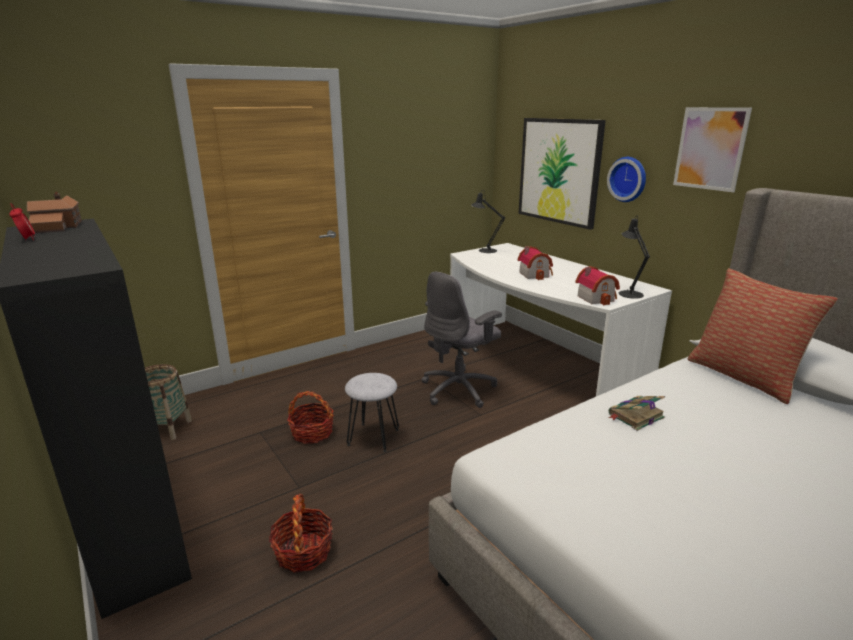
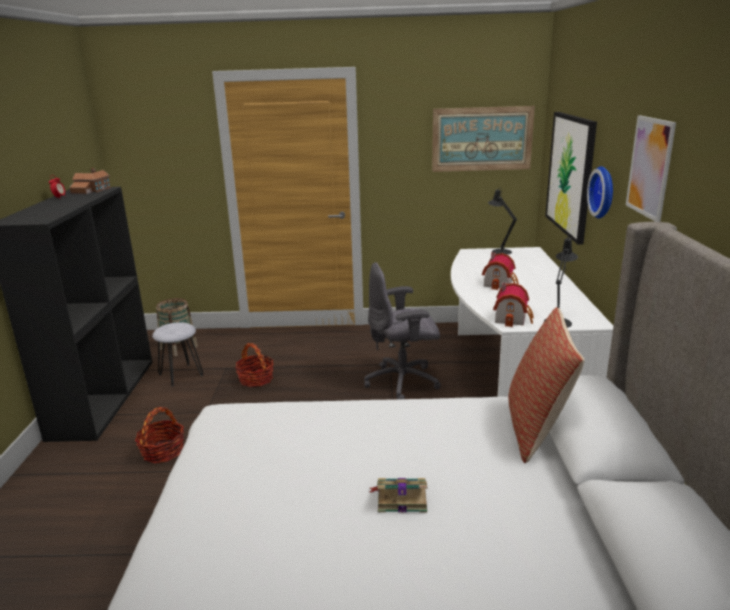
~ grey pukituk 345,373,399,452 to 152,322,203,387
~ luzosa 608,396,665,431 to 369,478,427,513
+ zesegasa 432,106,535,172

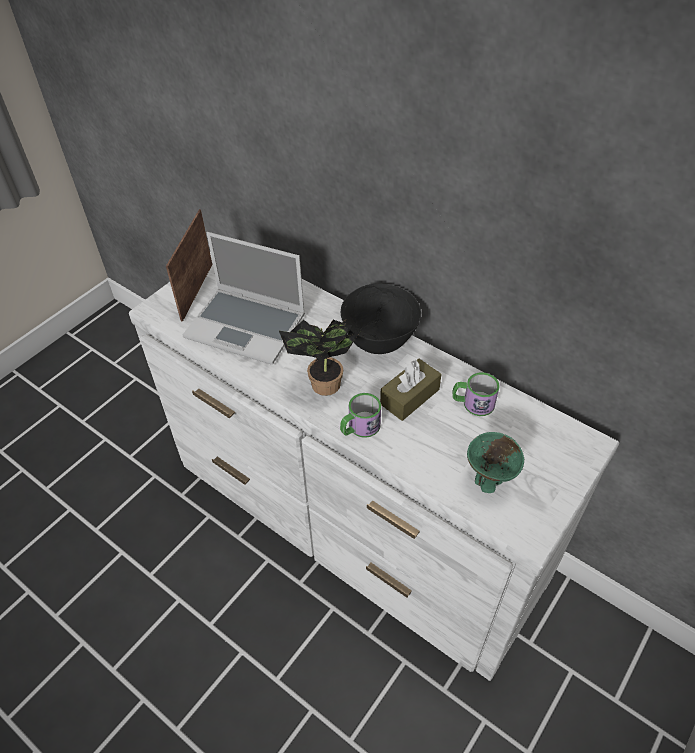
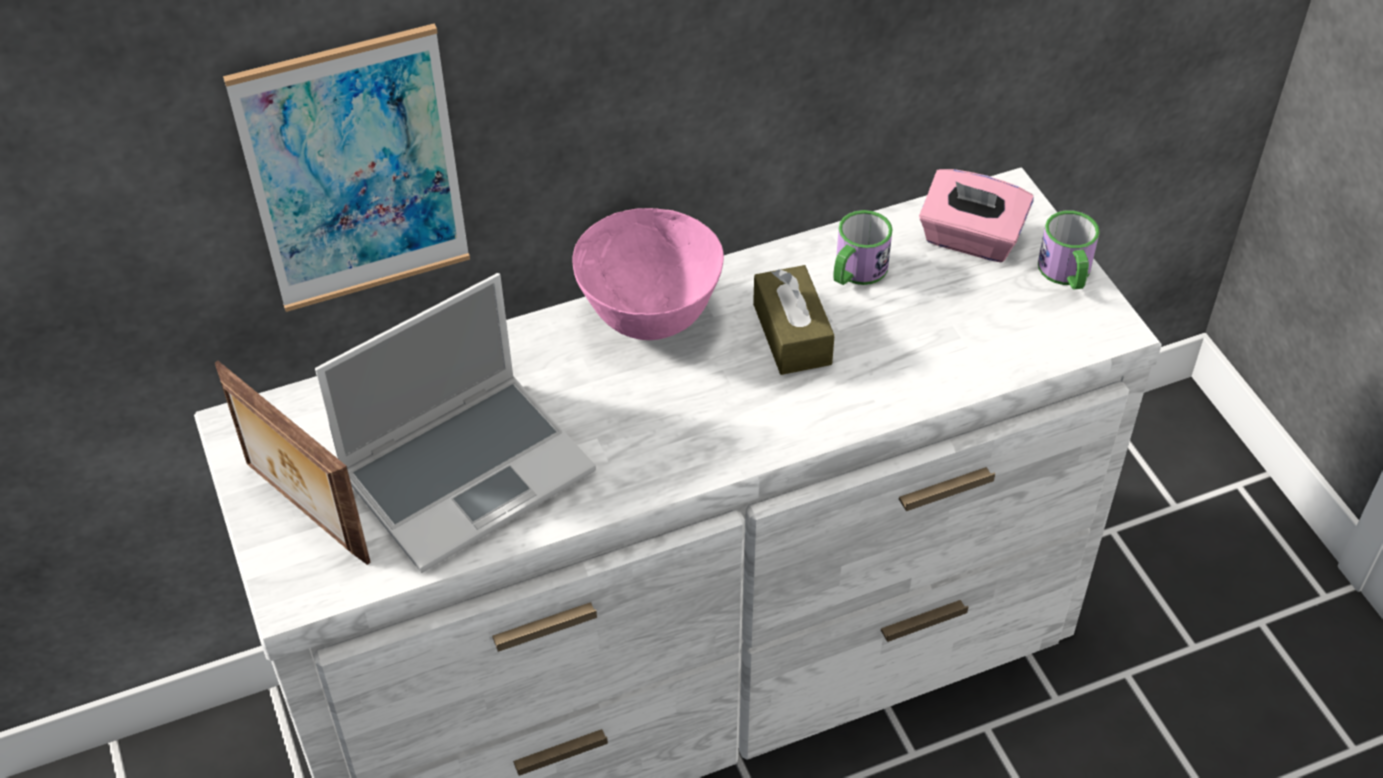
- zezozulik 279,319,360,396
~ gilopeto 340,393,381,438 to 1038,210,1100,289
~ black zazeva 341,284,421,354 to pink zazeva 572,208,724,340
- green zazeva 467,432,524,493
+ zesegasa 223,23,470,312
+ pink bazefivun 919,169,1034,262

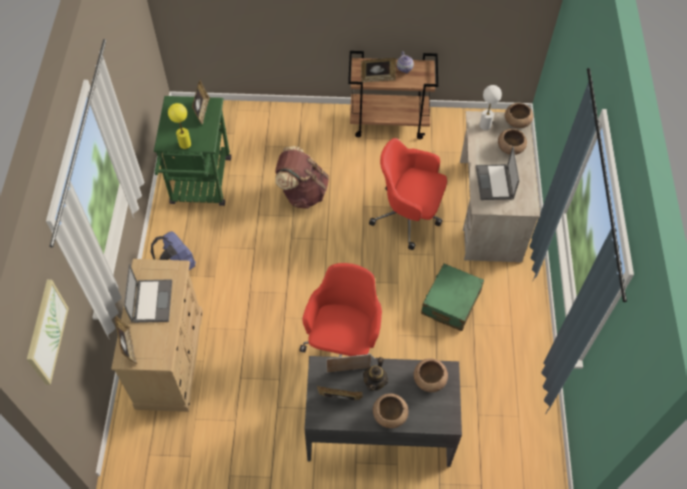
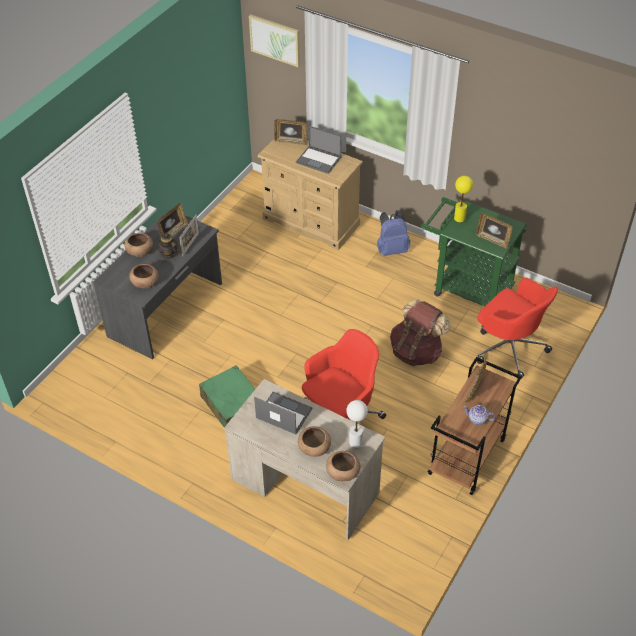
~ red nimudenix 300,263,382,358 to 477,278,558,379

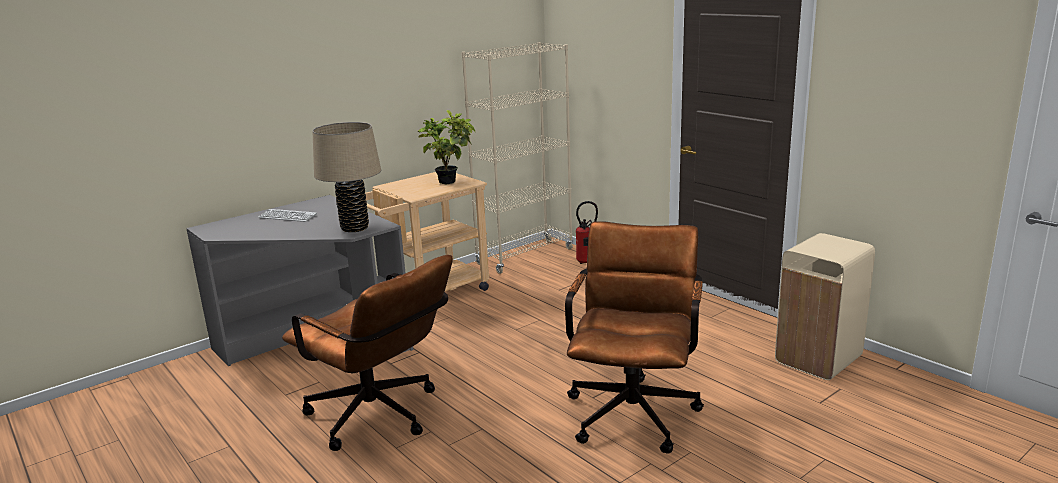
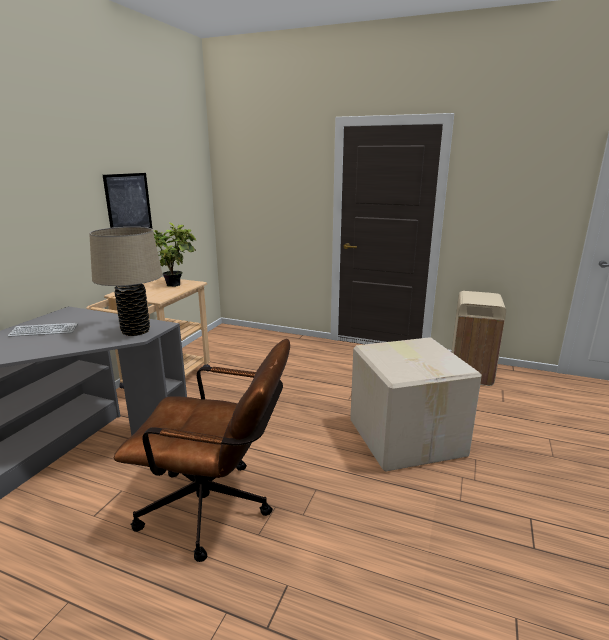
- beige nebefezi 461,42,573,274
~ brown nimudenix 565,221,704,454 to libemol 350,337,482,472
- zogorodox 576,201,598,264
+ zesegasa 103,173,152,229

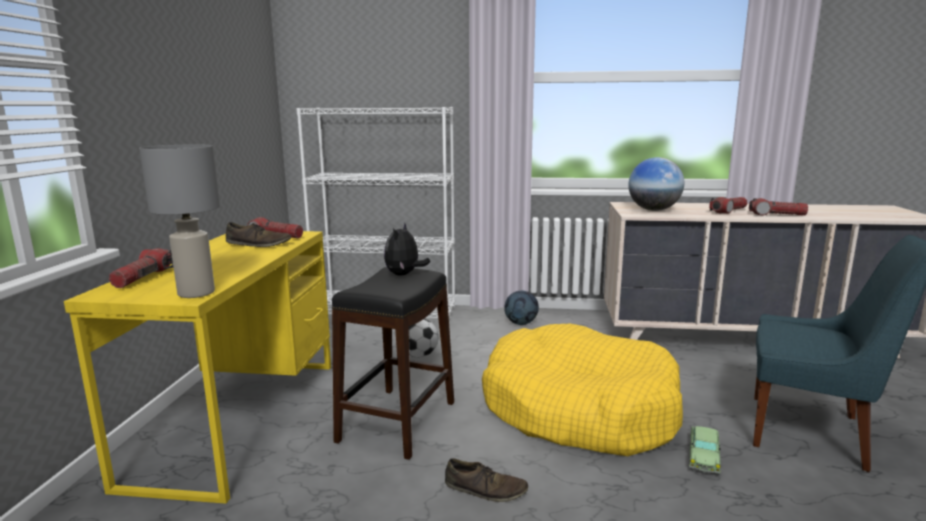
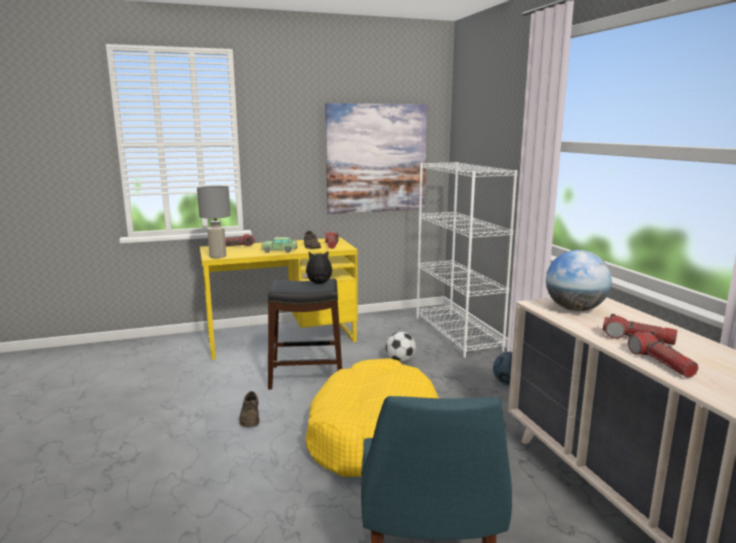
~ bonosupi 689,426,721,474 to 261,237,298,253
+ zesegasa 325,103,427,214

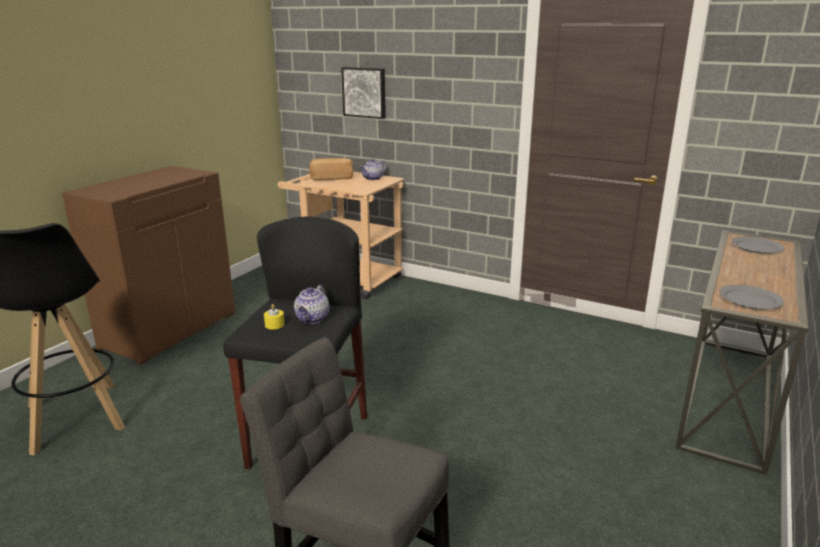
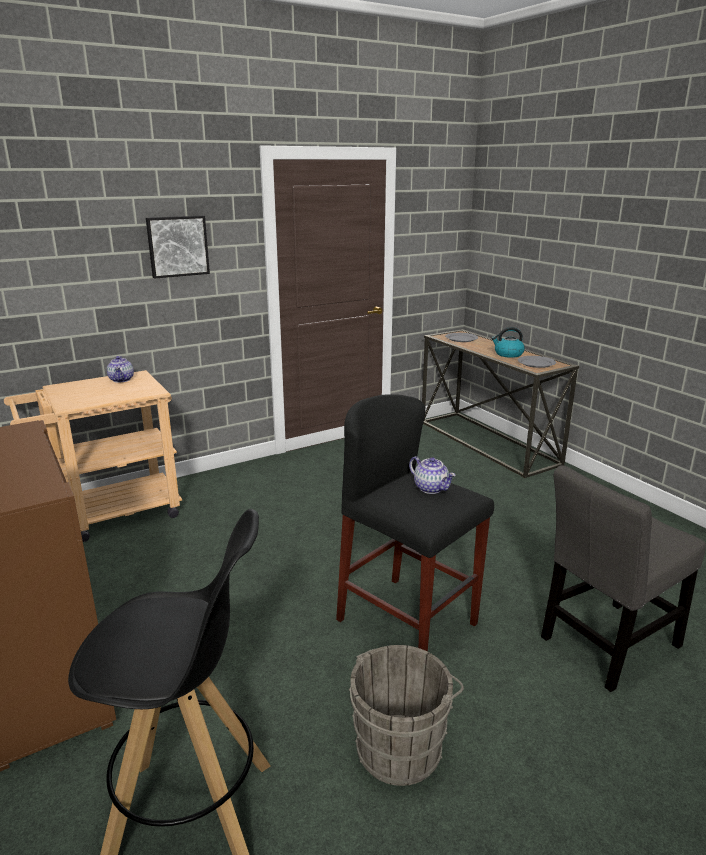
- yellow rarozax 264,304,285,330
- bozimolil 309,158,353,180
~ zesegasa 341,67,386,119 to 146,216,210,279
+ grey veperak 349,645,464,786
+ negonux 491,327,525,358

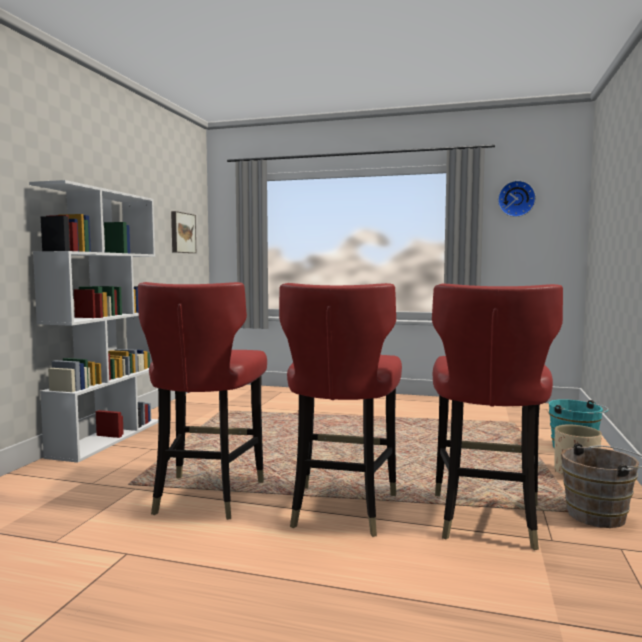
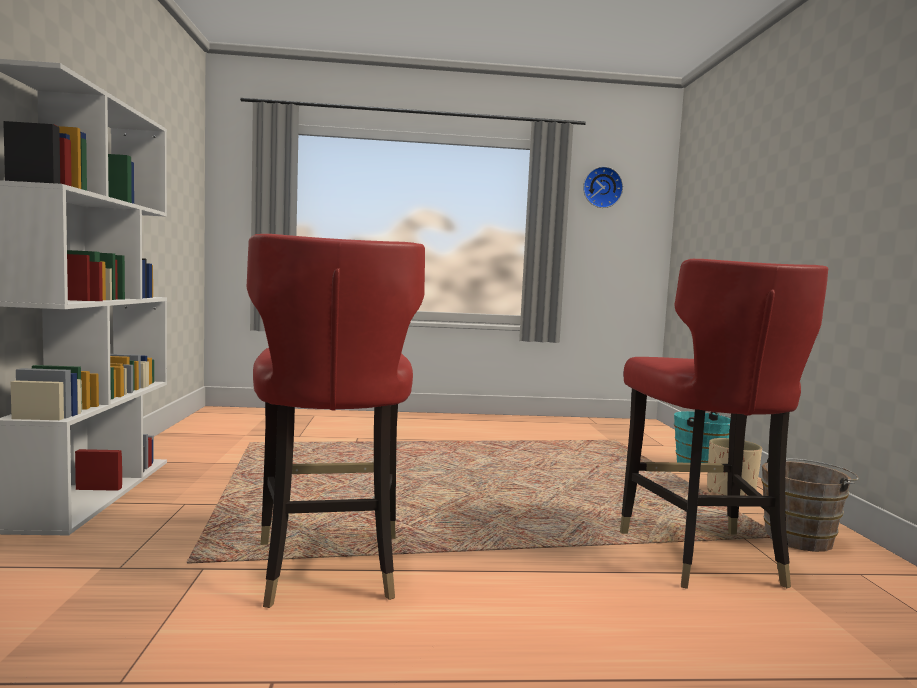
- zesegasa 171,211,196,253
- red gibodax 279,283,402,537

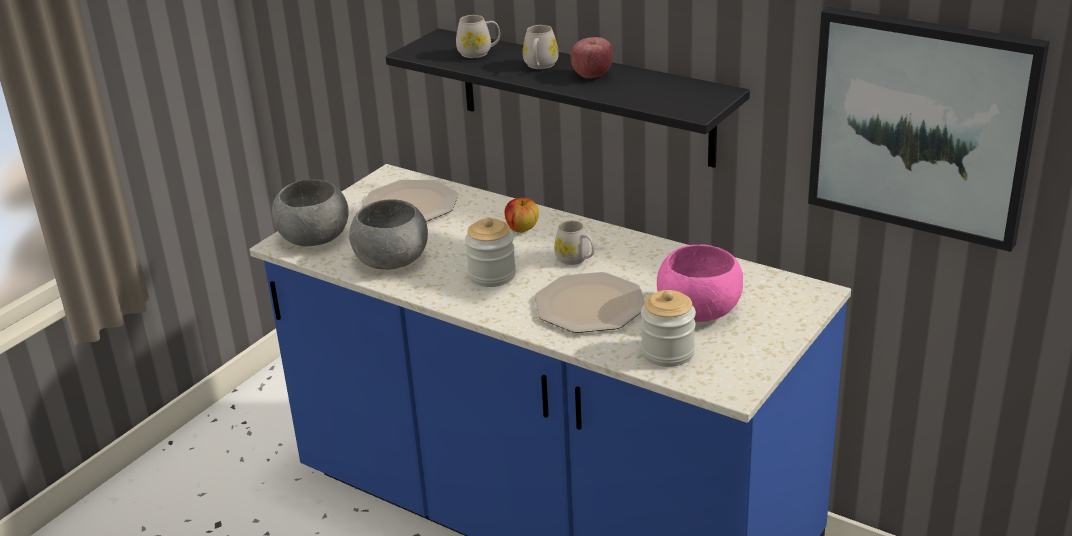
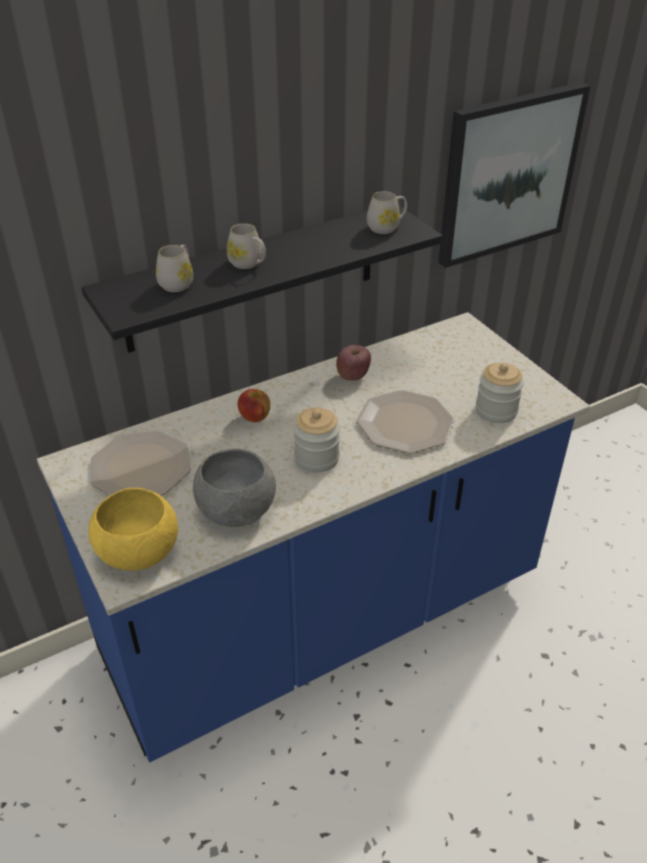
~ grey zazeva 272,179,348,246 to yellow zazeva 89,488,178,571
~ white gilopeto 554,221,595,265 to 367,191,407,234
~ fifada 571,37,613,78 to 336,345,371,380
- pink zazeva 657,245,743,322

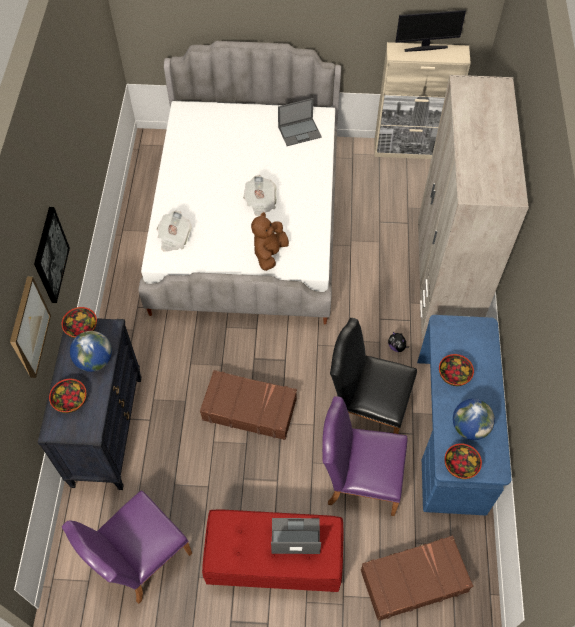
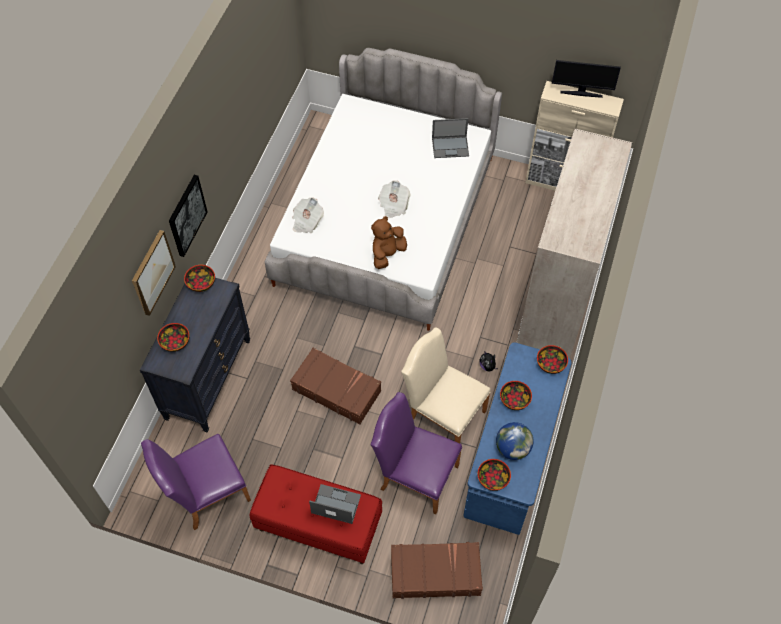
- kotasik 70,331,112,372
~ black gibodax 330,318,417,434 to beige gibodax 401,327,491,443
+ zazeva 537,345,568,374

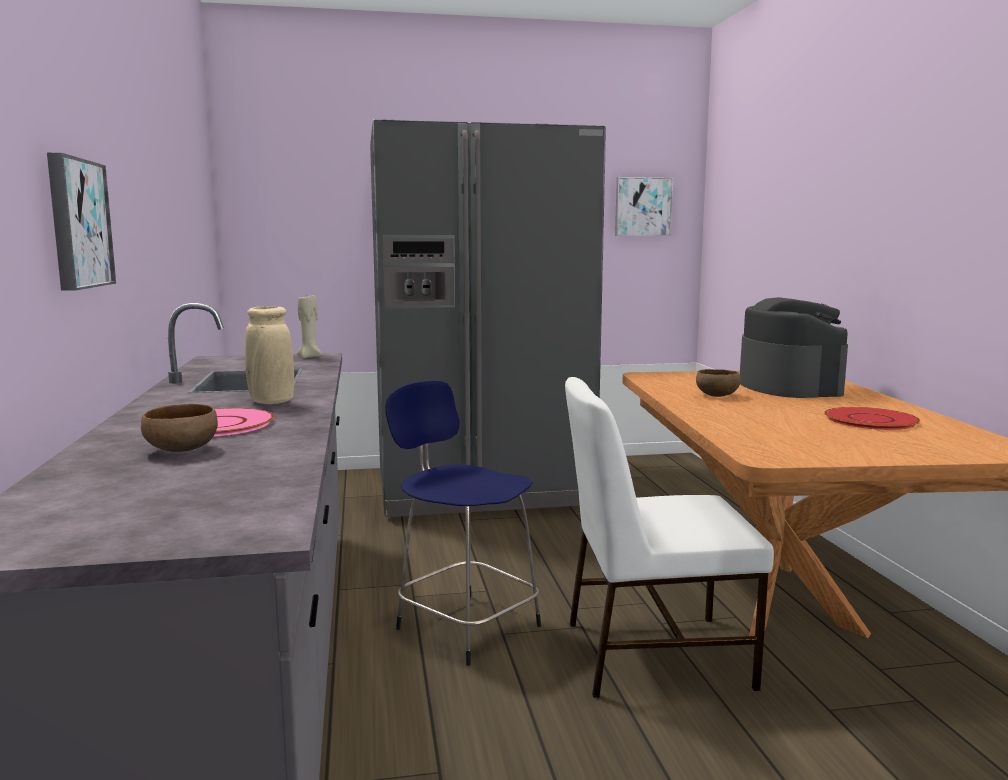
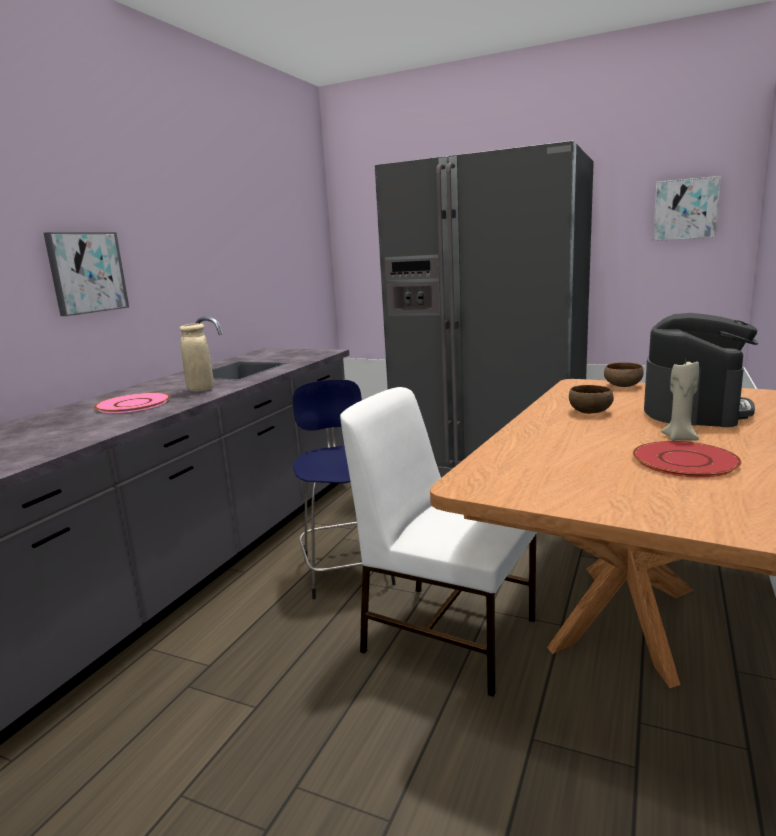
~ brown zazeva 141,404,218,452 to 604,362,644,387
~ beige rarozax 296,295,322,358 to 661,361,699,441

